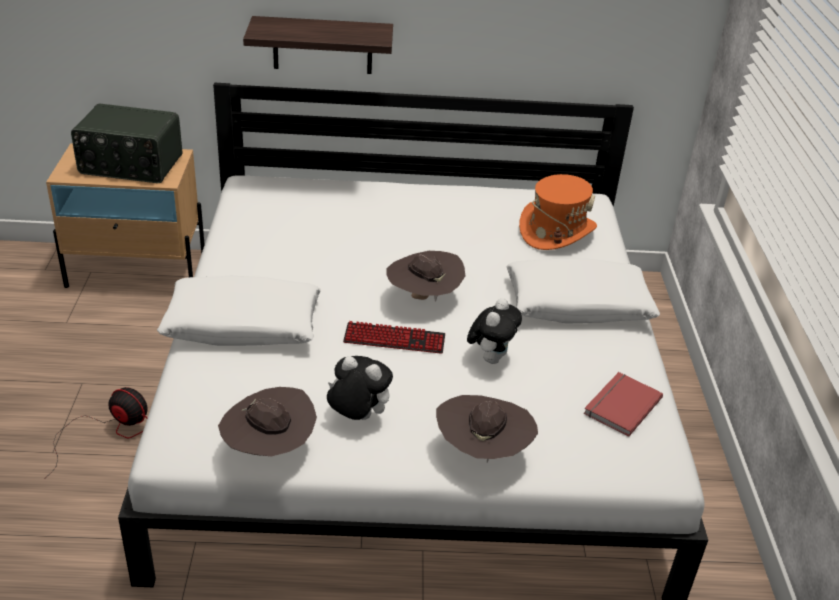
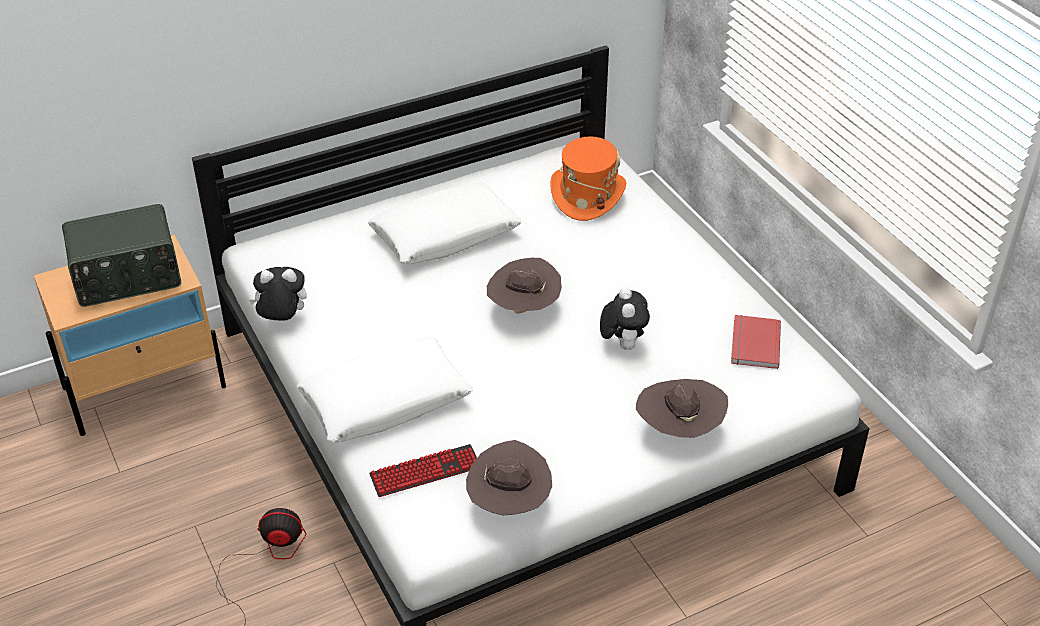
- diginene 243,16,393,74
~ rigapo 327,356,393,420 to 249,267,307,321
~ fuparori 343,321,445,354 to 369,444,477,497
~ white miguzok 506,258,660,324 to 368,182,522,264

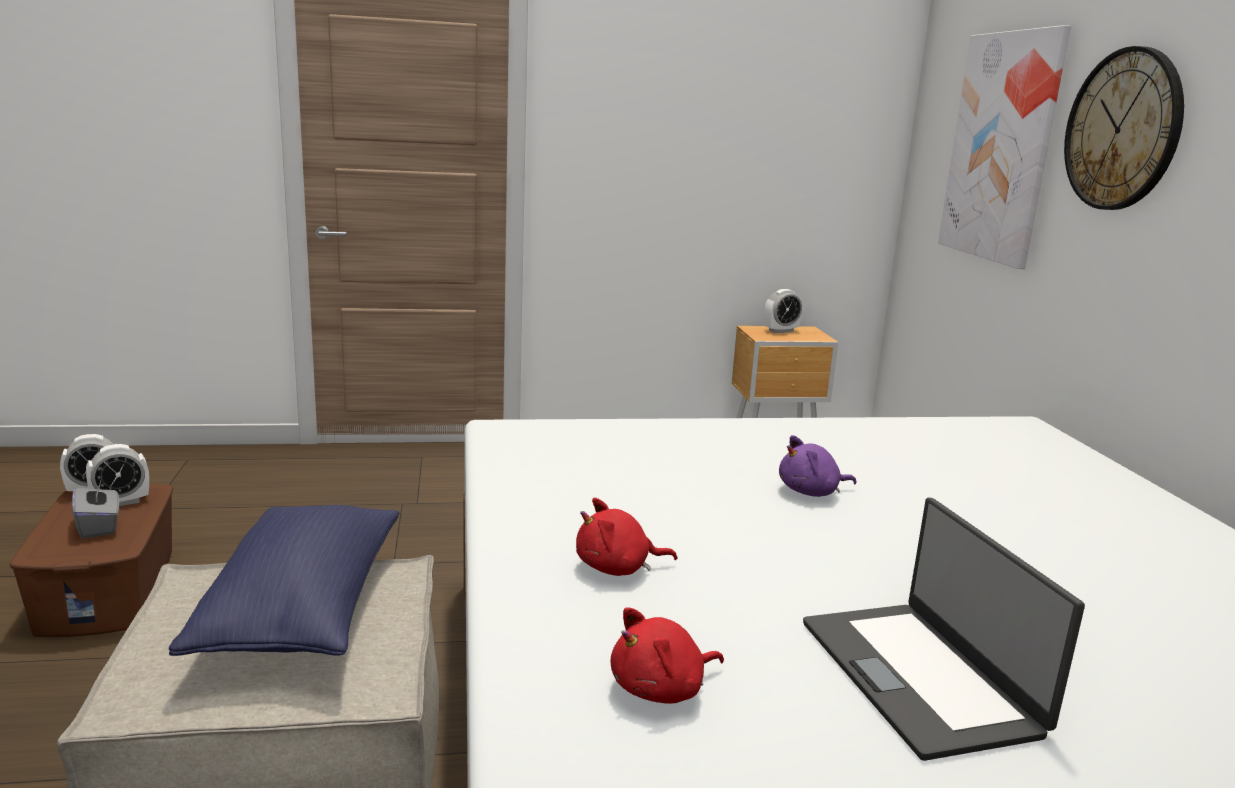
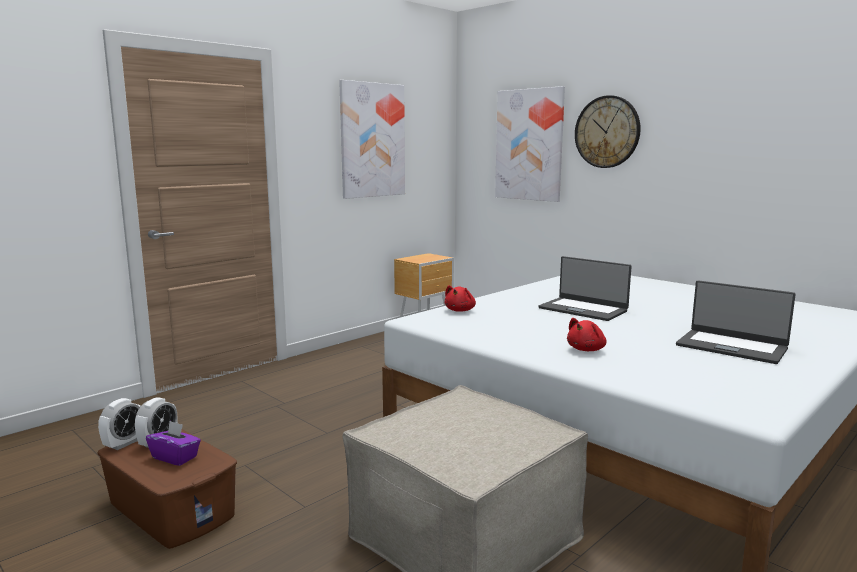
~ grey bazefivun 72,478,119,538 to purple bazefivun 146,421,201,466
- blue miguzok 169,505,399,656
~ red rigapo 611,607,724,704 to 445,285,476,312
- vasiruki 764,289,803,333
~ purple rigapo 779,435,857,497 to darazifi 538,256,632,321
+ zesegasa 339,80,405,199

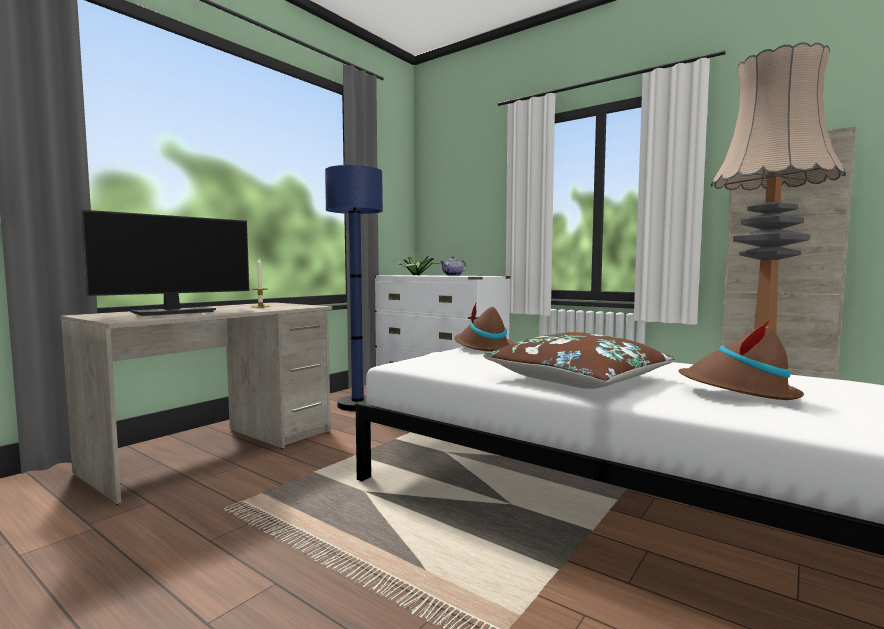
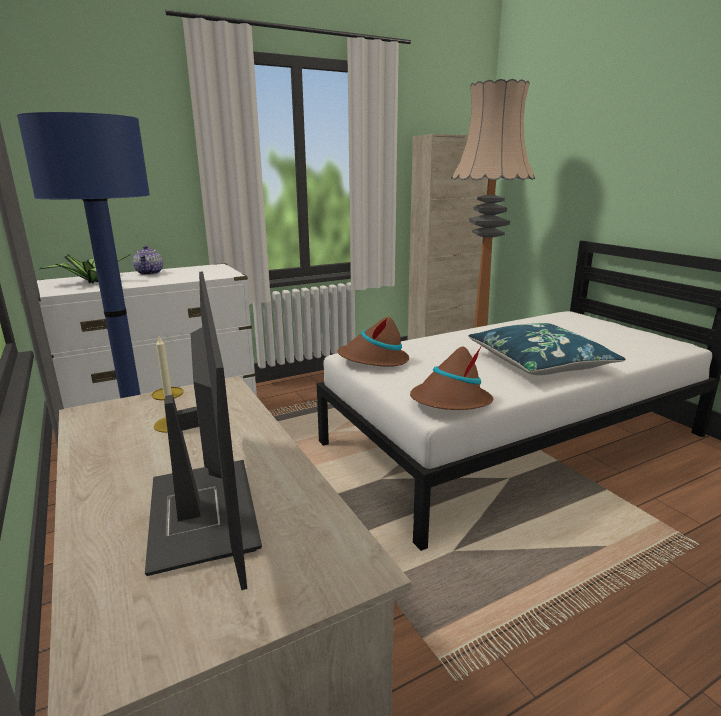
~ brown miguzok 483,332,675,389 to blue miguzok 468,323,626,375
~ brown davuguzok 679,320,804,400 to 410,346,493,410

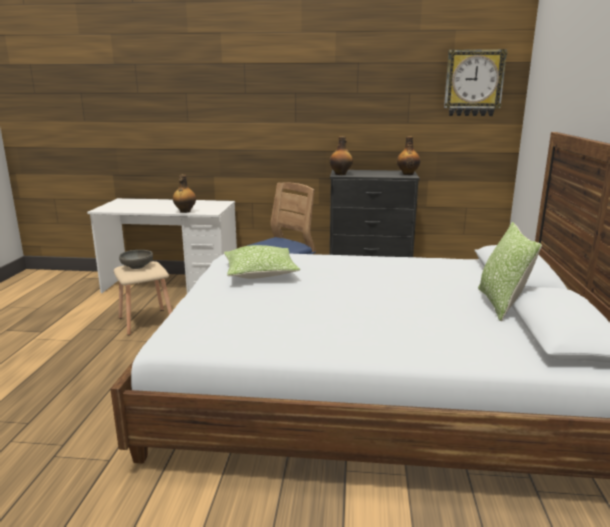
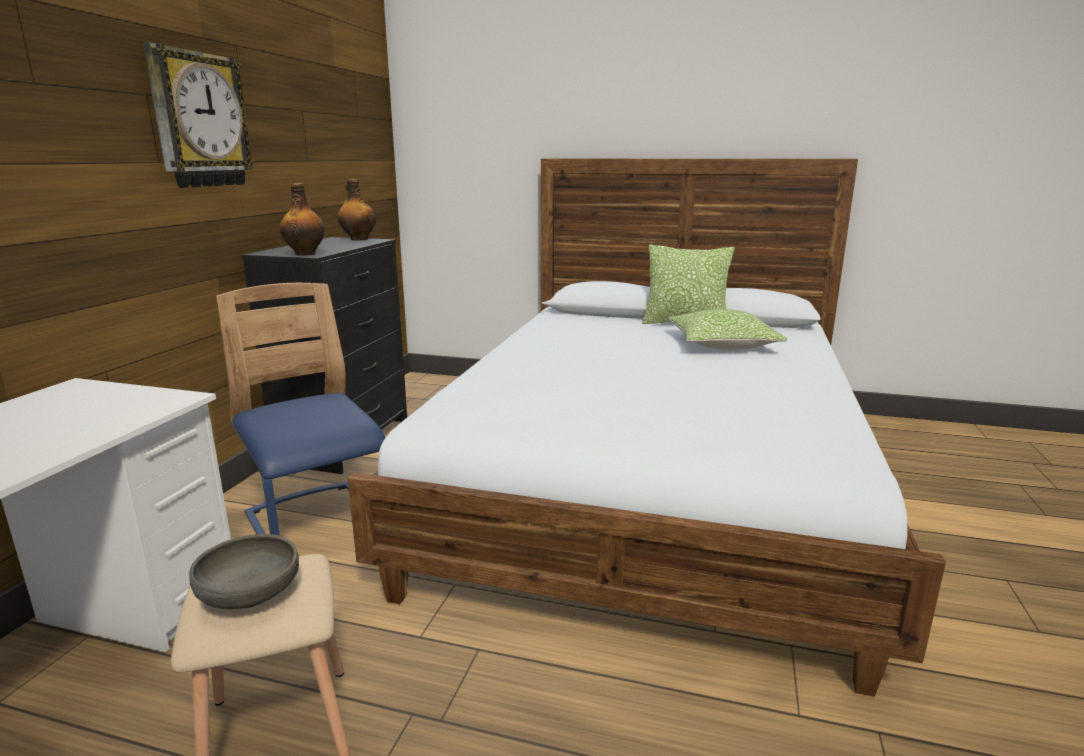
- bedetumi 173,175,196,213
~ miguzok 224,245,300,279 to 668,309,787,350
~ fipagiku 444,49,508,116 to 143,43,255,188

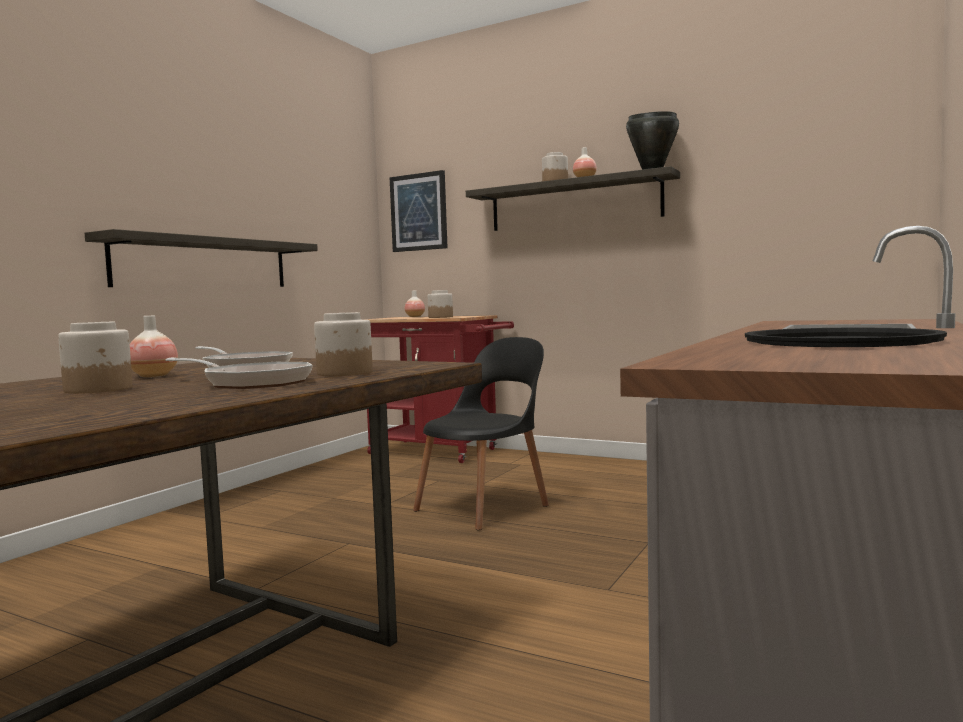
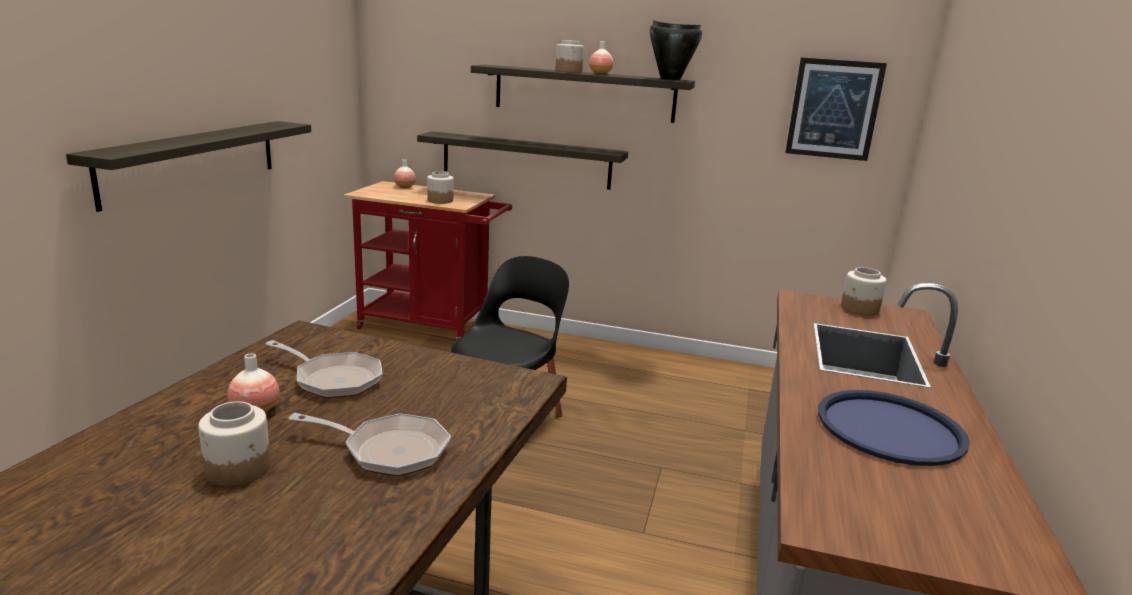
~ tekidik 314,312,373,376 to 841,267,887,316
~ zesegasa 389,170,448,252 to 785,57,887,161
~ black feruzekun 745,328,947,347 to blue feruzekun 818,390,970,466
+ diginene 417,132,628,190

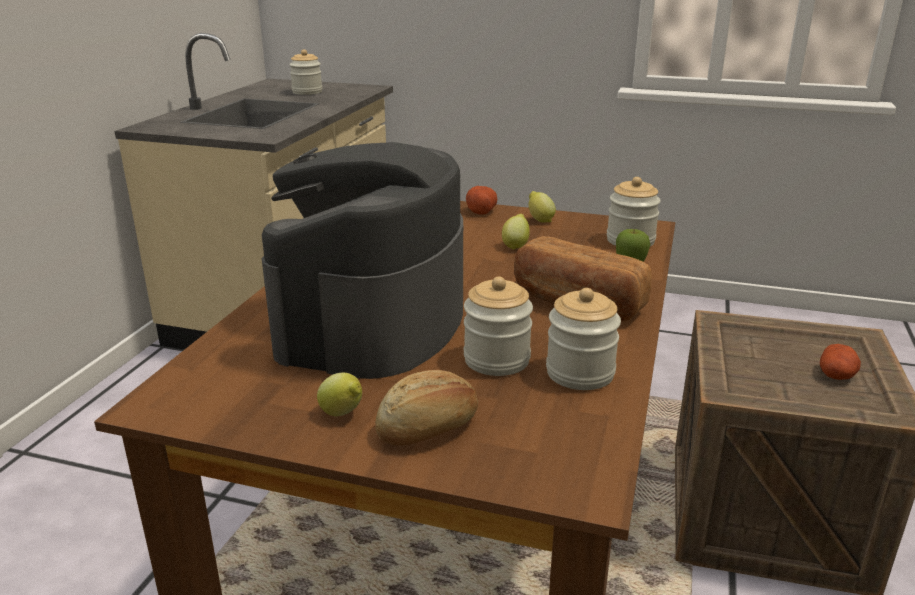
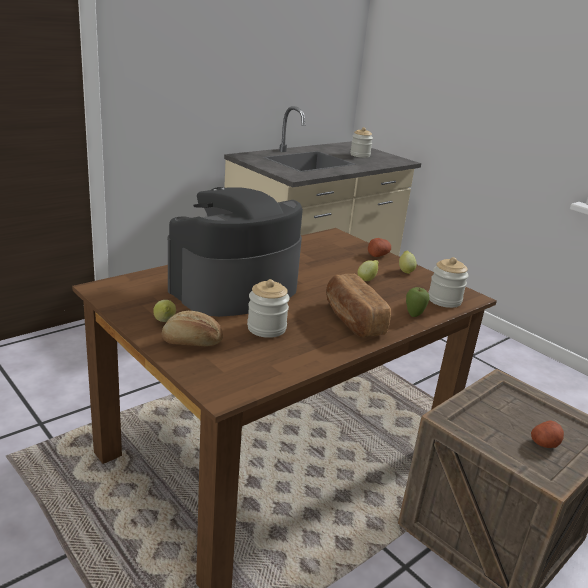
- tekidik 546,288,621,390

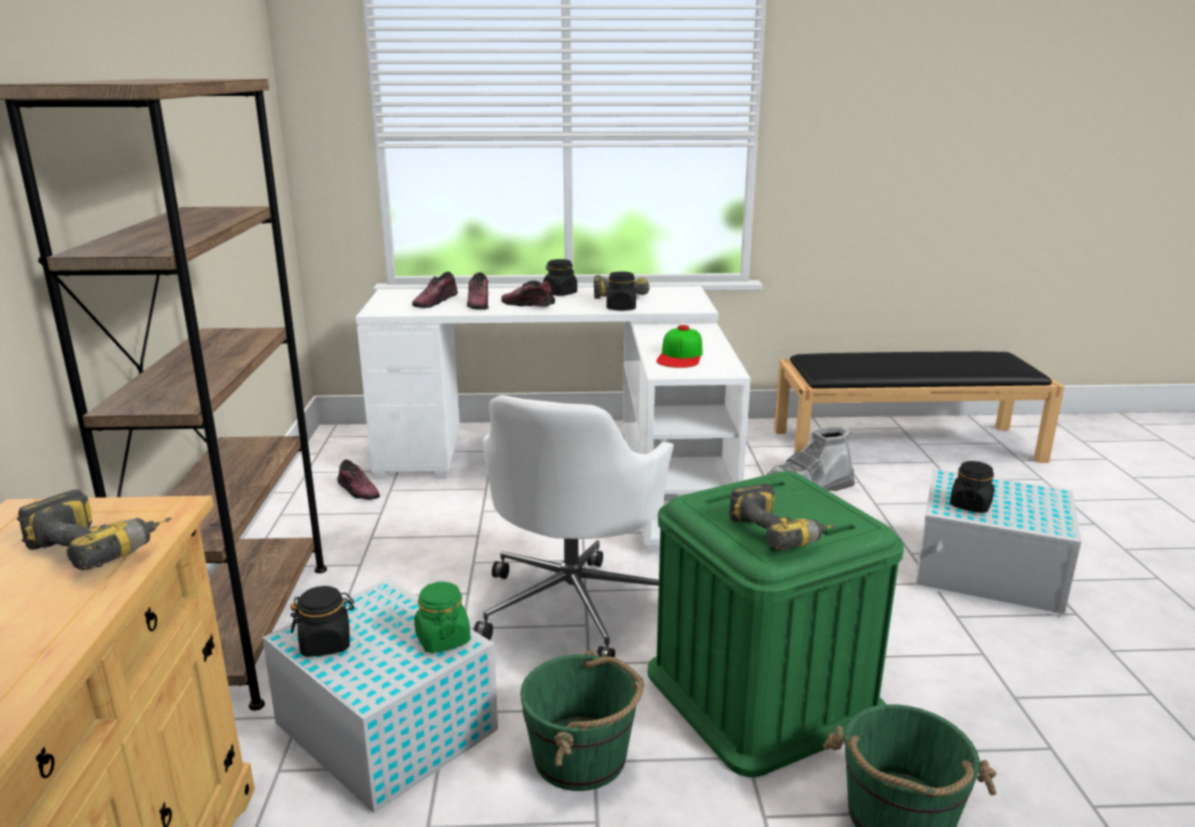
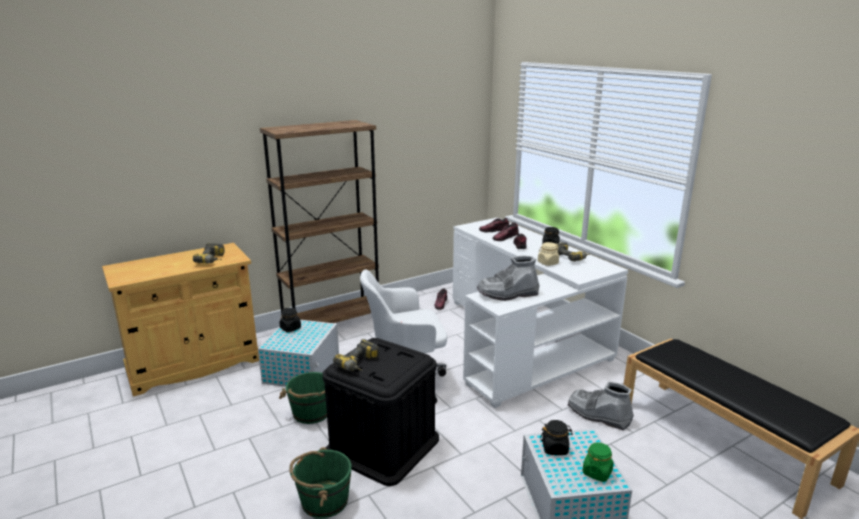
~ green tekidik 414,582,471,653 to 582,442,614,482
~ black tekidik 606,271,636,311 to beige tekidik 538,242,559,266
~ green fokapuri 648,471,904,777 to black fokapuri 322,338,439,486
~ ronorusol 656,325,703,368 to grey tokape 477,256,540,301

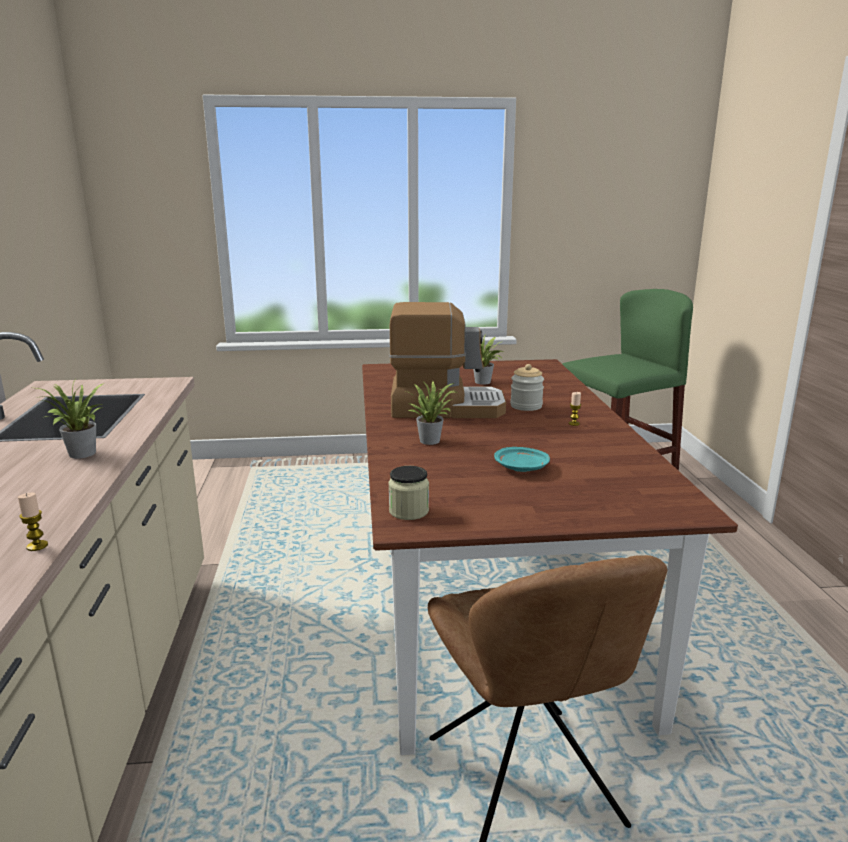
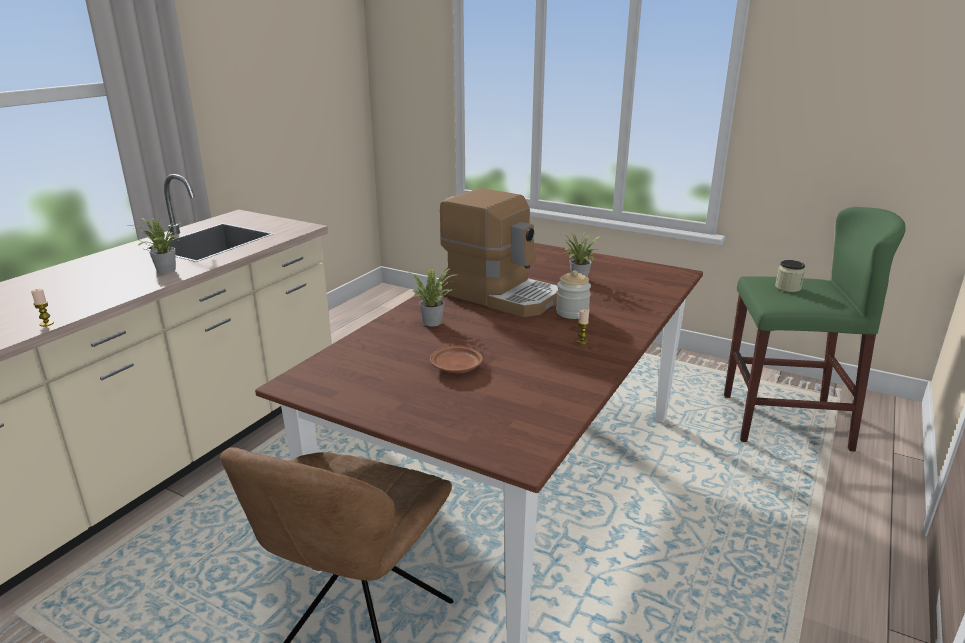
~ tekidik 388,466,429,520 to 775,260,805,292
~ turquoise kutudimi 494,447,550,472 to brown kutudimi 430,345,483,373

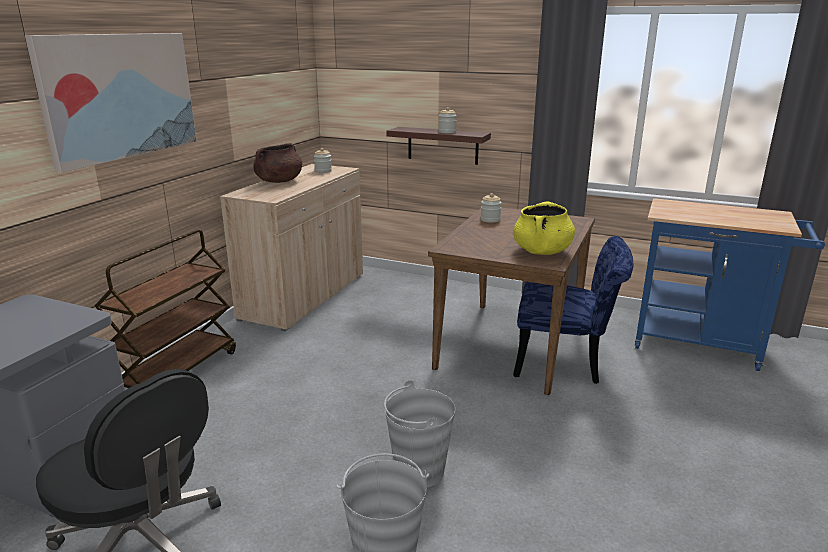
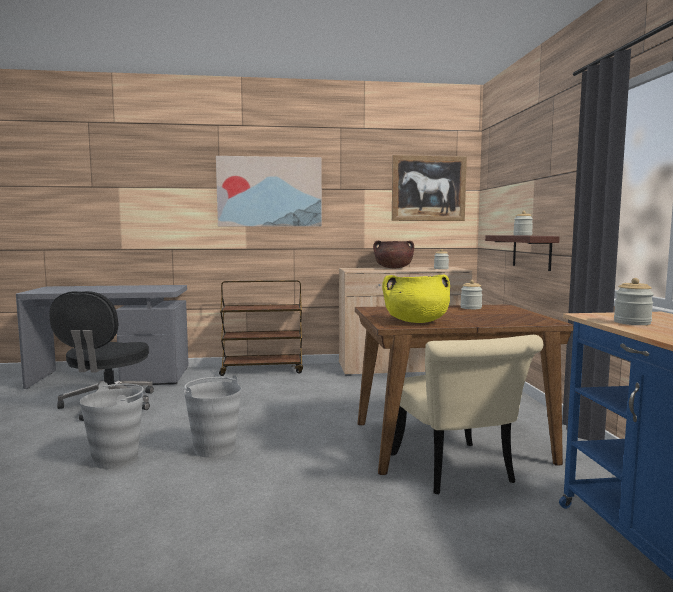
~ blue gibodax 513,236,634,384 to beige gibodax 391,335,543,494
+ zesegasa 392,155,467,221
+ tekidik 614,278,654,325

